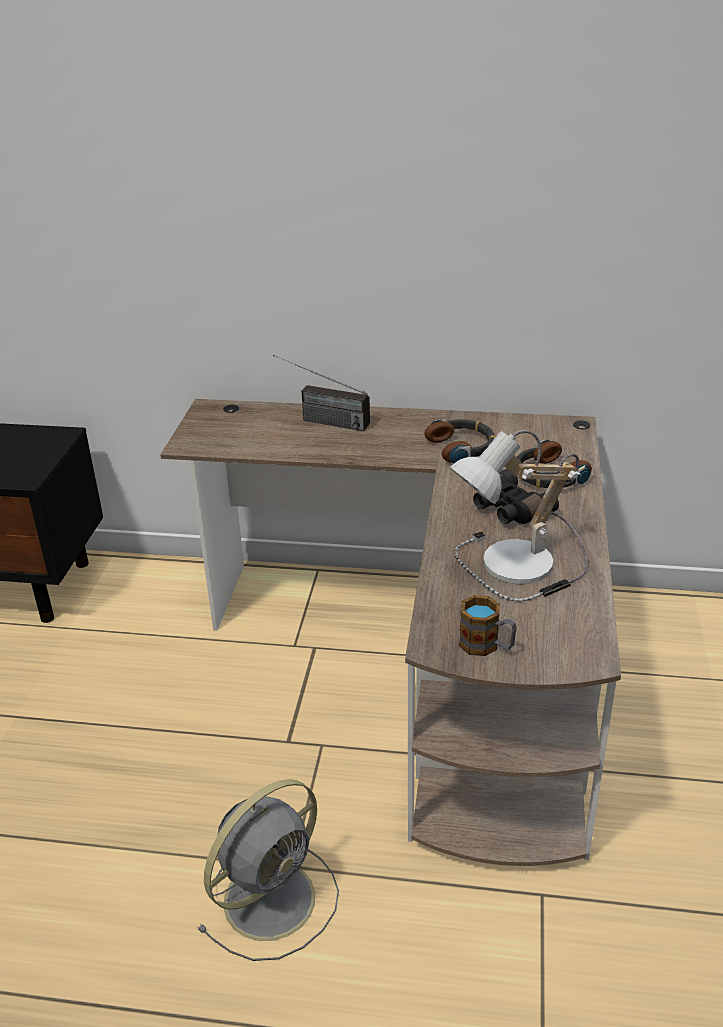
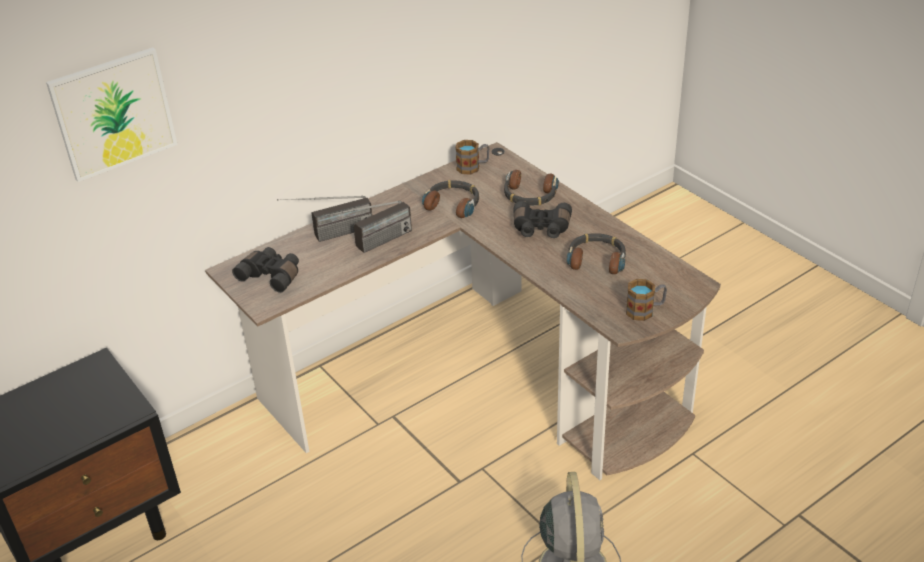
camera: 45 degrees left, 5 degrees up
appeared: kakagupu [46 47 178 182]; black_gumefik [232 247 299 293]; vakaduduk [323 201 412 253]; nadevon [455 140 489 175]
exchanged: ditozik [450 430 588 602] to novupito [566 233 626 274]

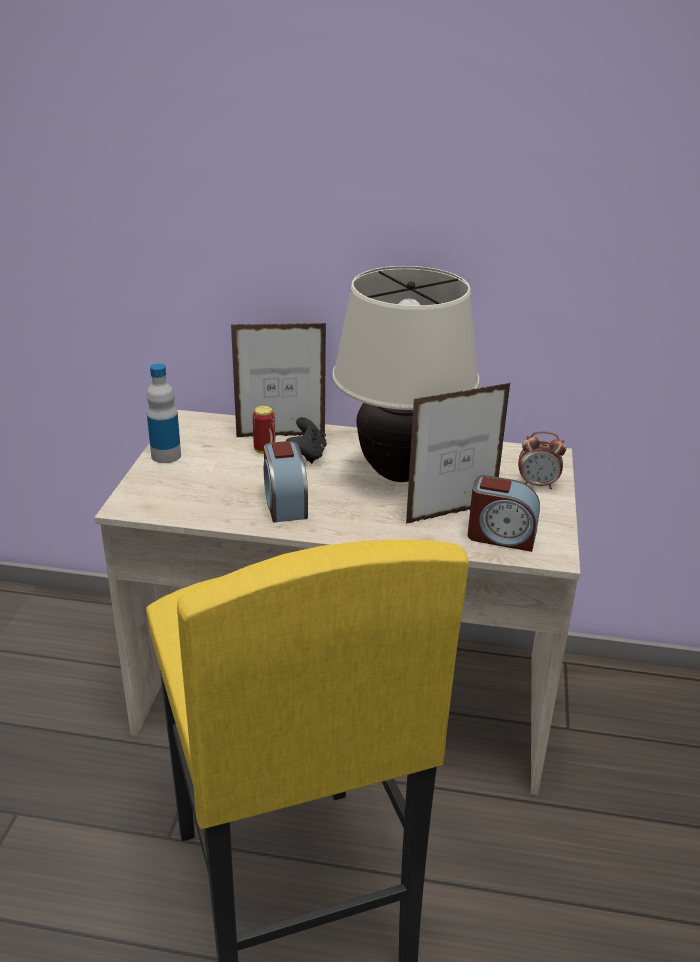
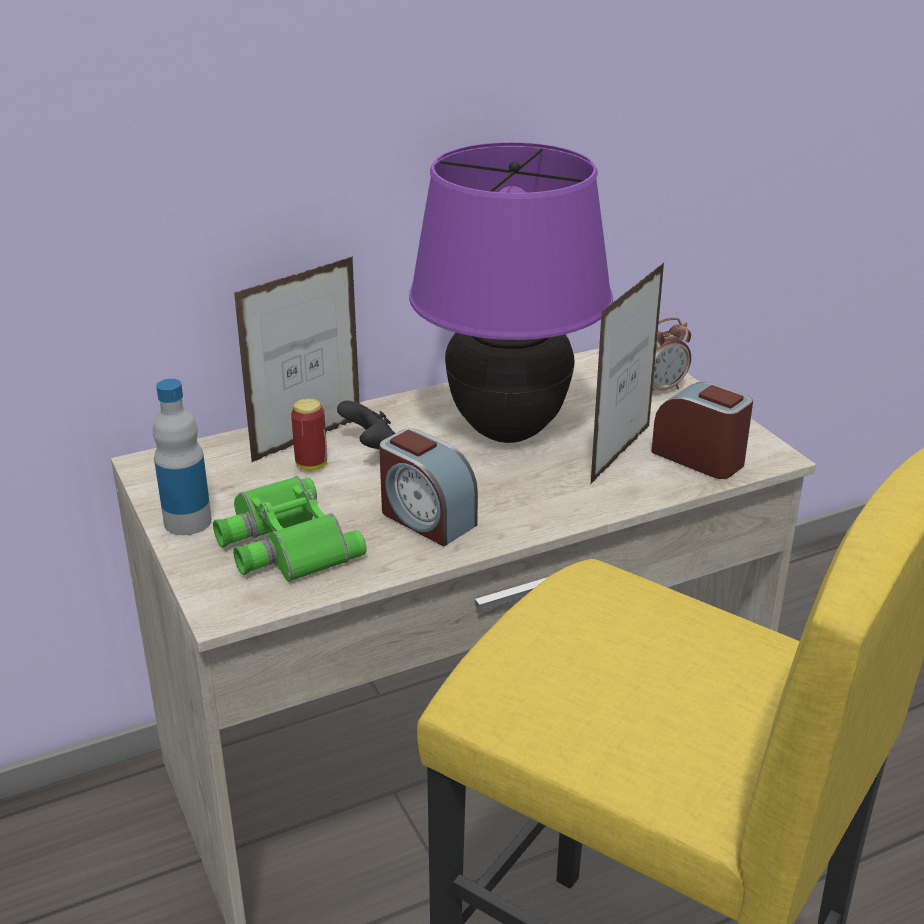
camera: 35 degrees left, 0 degrees up
appeared: green_gumefik [213 476 366 582]
colour: beige_ditozik [332 266 479 482] to purple_ditozik [409 142 613 443]
spun: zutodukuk [468 475 540 552] = [651 382 753 479] 120 degrees counterclockwise

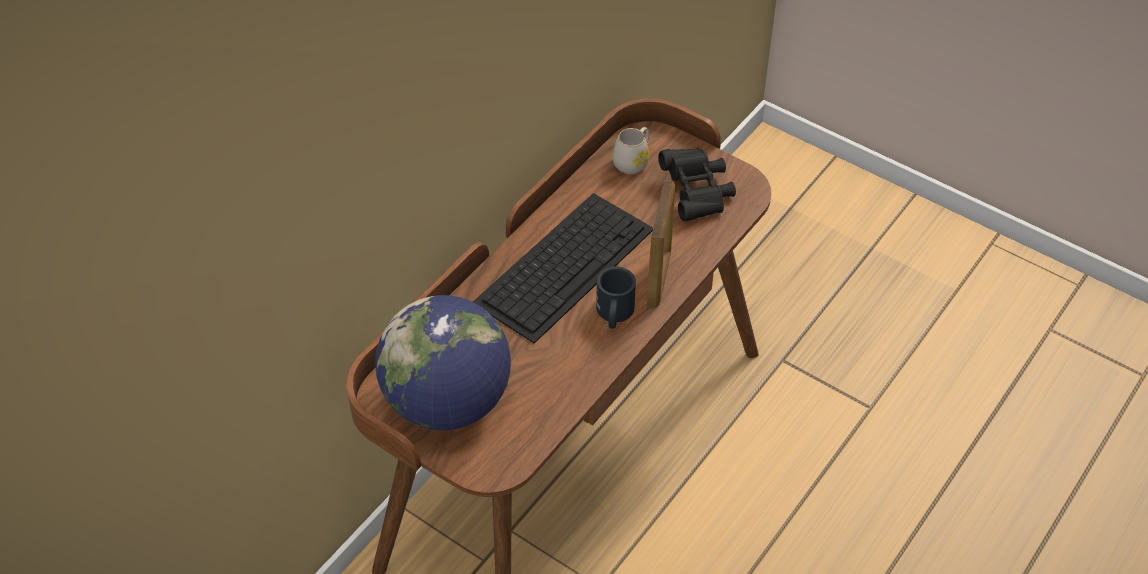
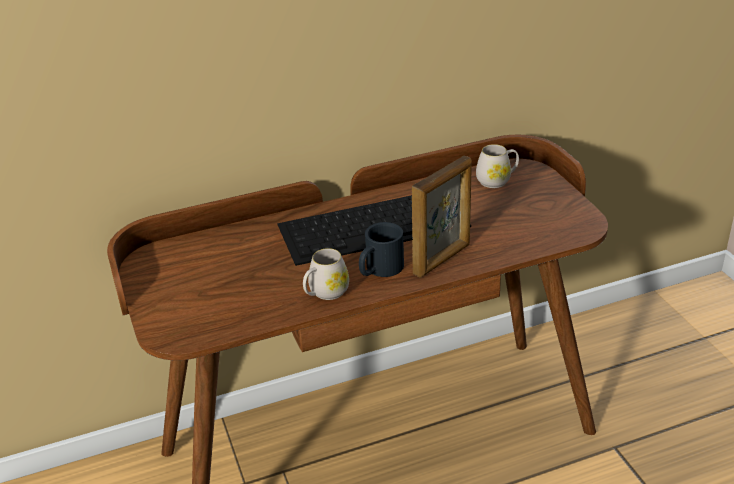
camera: 35 degrees right, 15 degrees down
missing: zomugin [375 295 511 430]; black_gumefik [658 148 736 221]
appeared: white_nadevon [303 248 349 300]

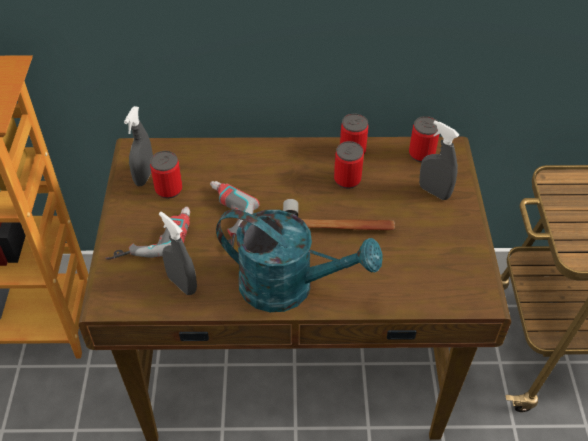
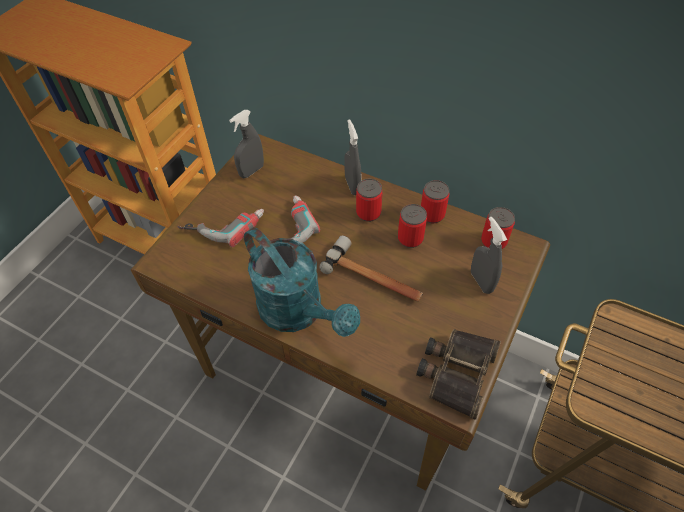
camera: 30 degrees right, 5 degrees up
appeared: gumefik [416 329 501 420]
relocated: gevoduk [150 151 183 199] to [356 179 383 222]; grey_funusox [159 212 197 295] to [344 119 361 195]

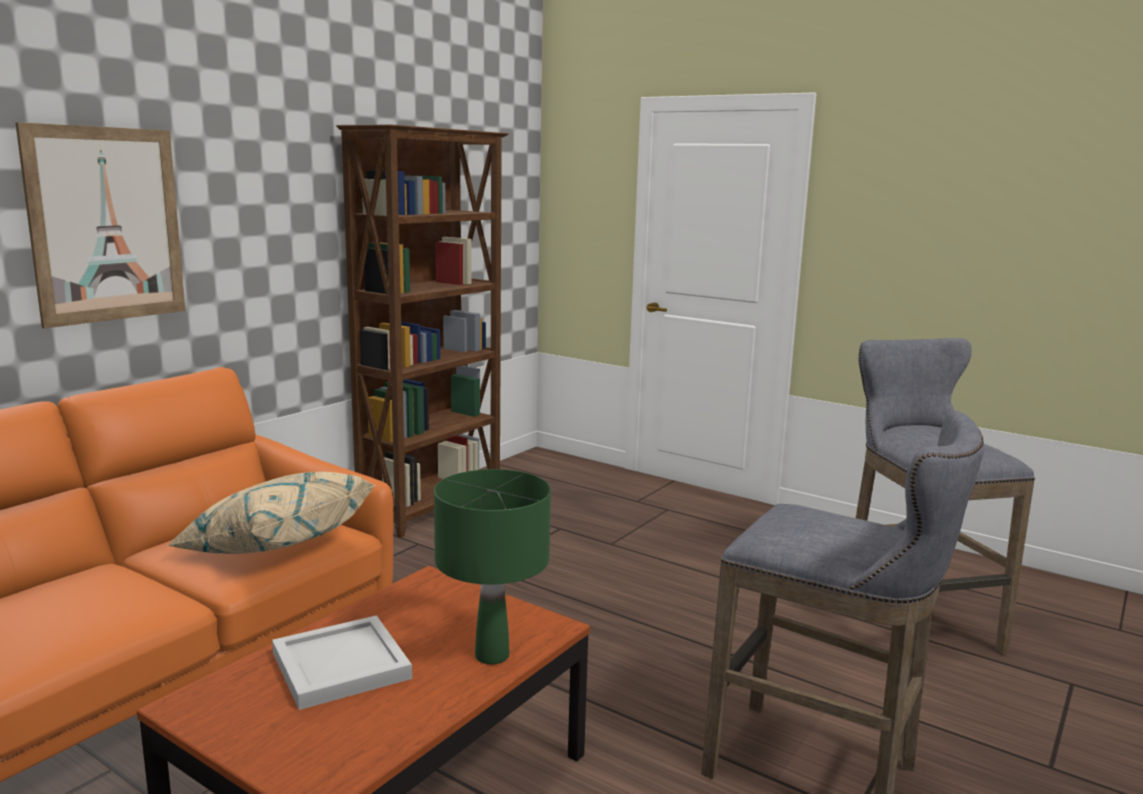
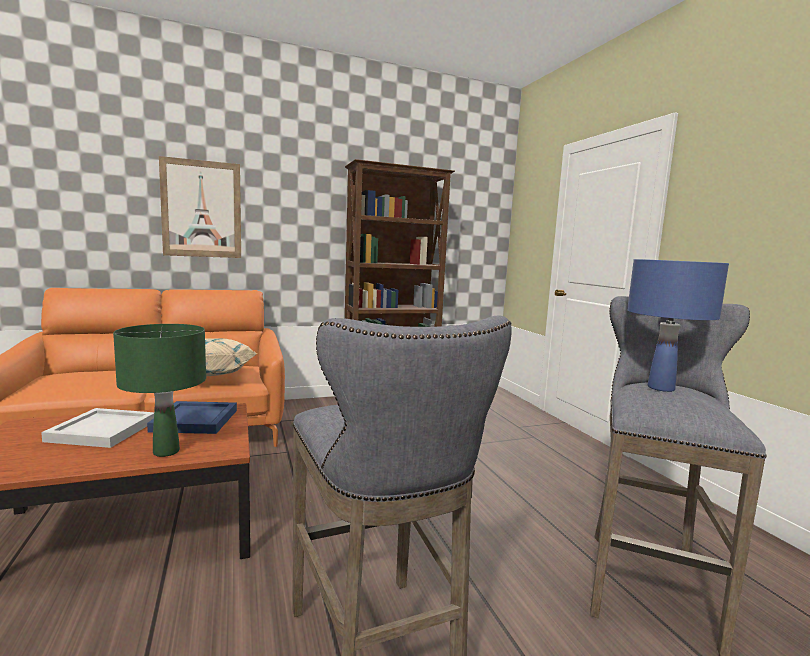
camera: 35 degrees right, 5 degrees down
appeared: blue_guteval [147 401 237 434]; blue_ditozik [627 259 729 392]

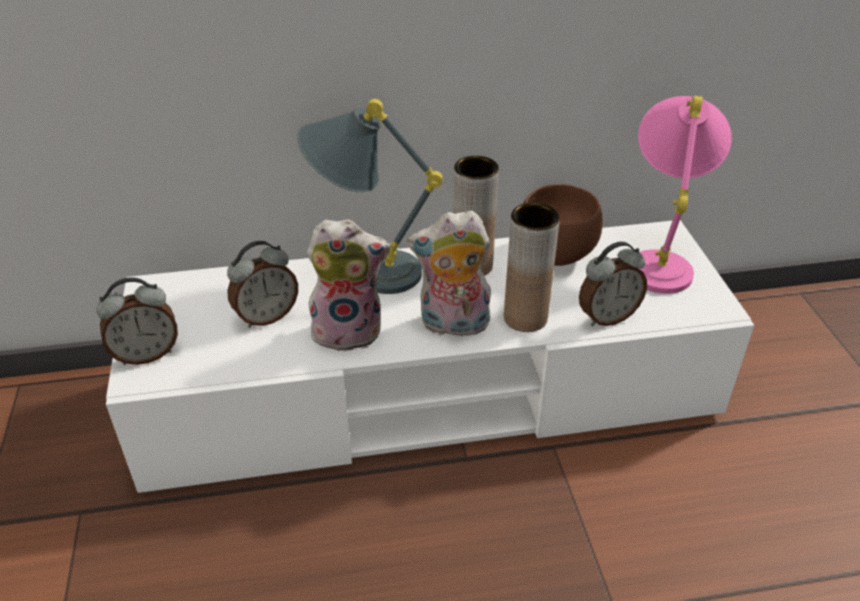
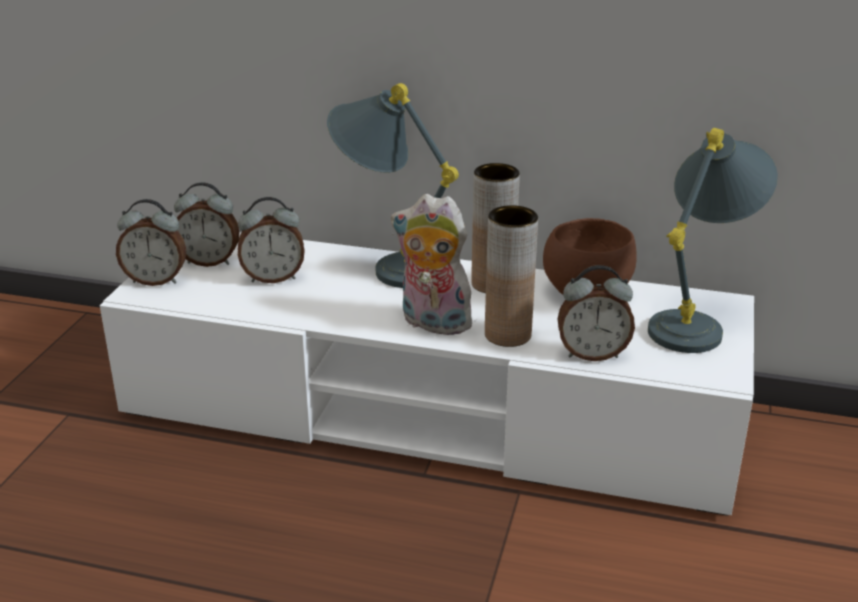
camera: 25 degrees right, 10 degrees down
missing: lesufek [307 219 391 352]
appeared: zutodukuk [174 182 240 267]
colour: pink_ditozik [638 96 732 294] to grey_ditozik [648 128 778 353]

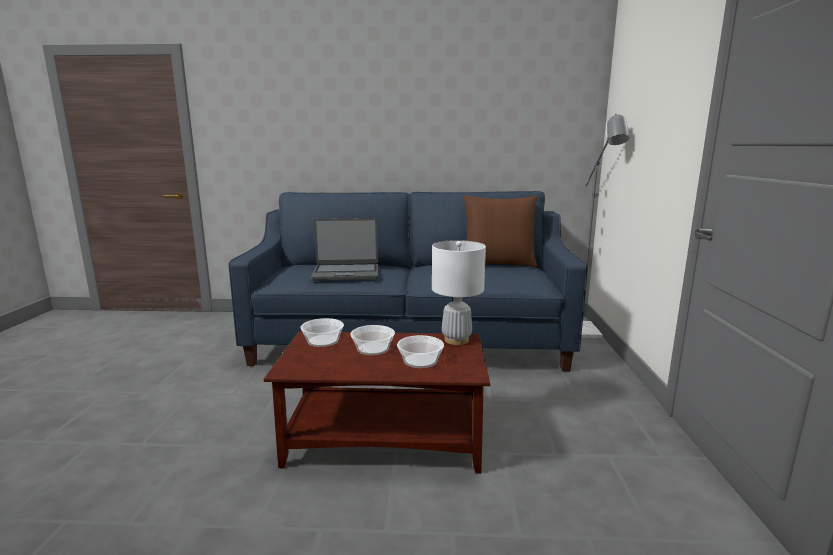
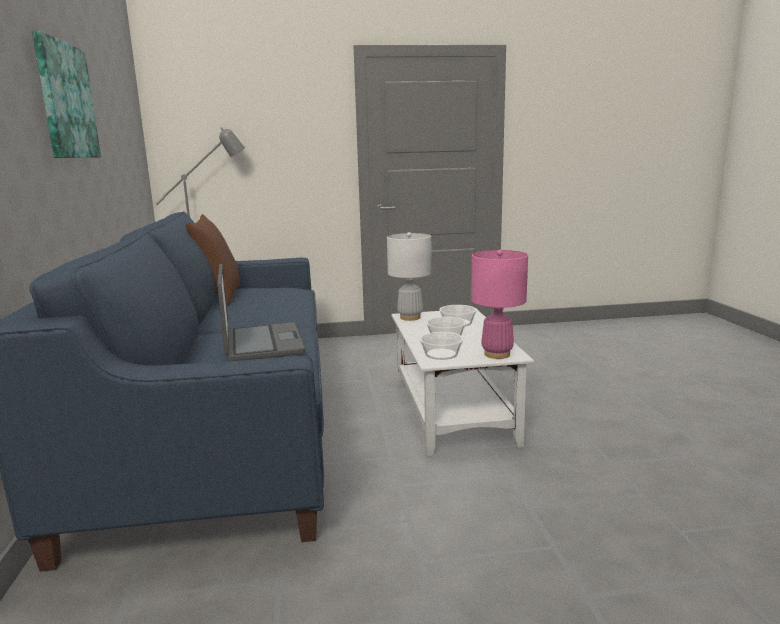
camera: 100 degrees left, 0 degrees up
appeared: kakagupu [32 31 101 158]; pink_ditozik [471 250 528 359]
colour: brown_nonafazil [264 331 490 474] to white_nonafazil [391 310 534 457]

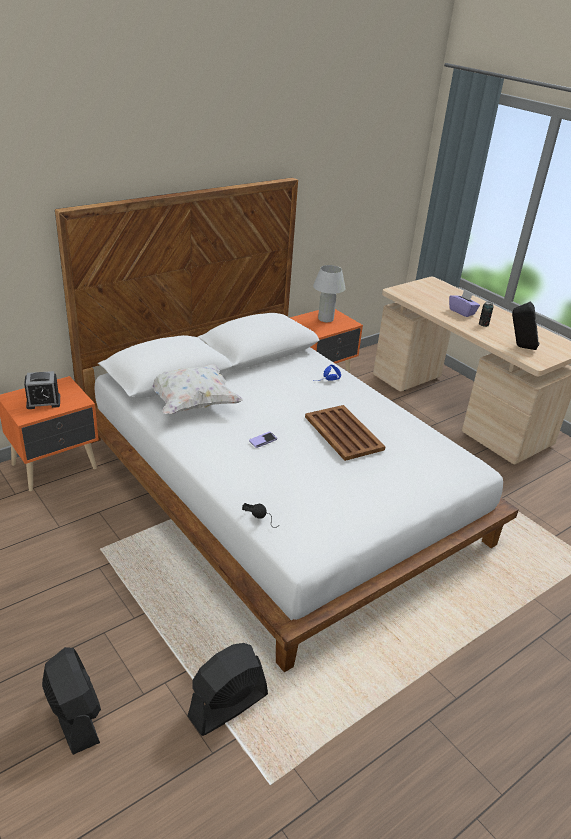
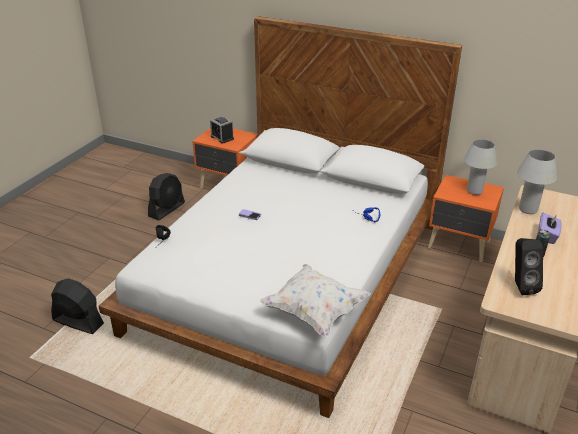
camera: 65 degrees right, 0 degrees up
missing: brown_guteval [305 405 386 461]
appeared: white_ditozik [517 149 557 214]
relocated: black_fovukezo [42 647 101 755] to [148 173 185 221]; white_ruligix [152 364 243 414] to [260 264 371 338]

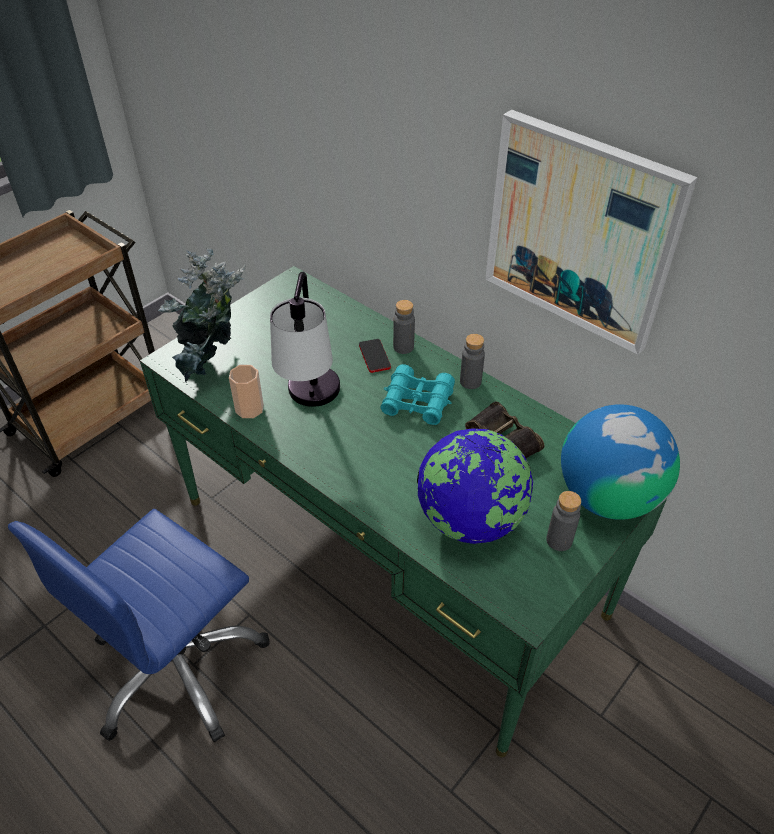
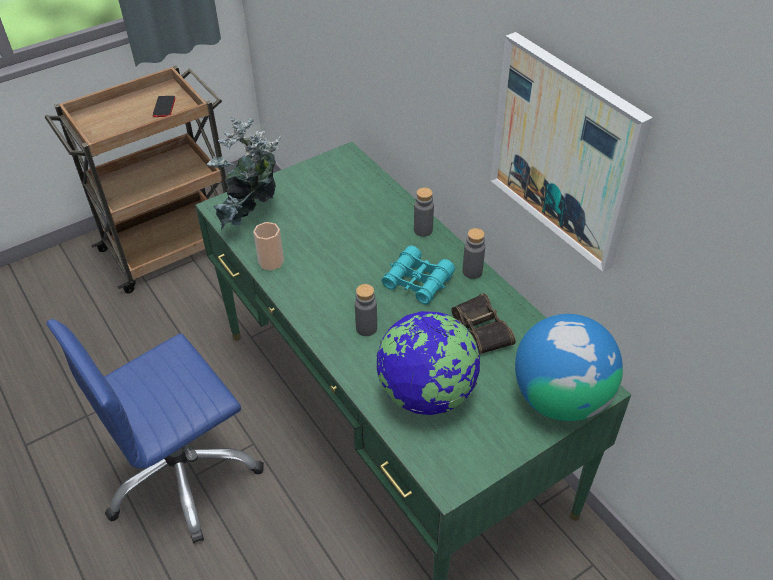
camera: 15 degrees right, 0 degrees up
missing: ditozik [270 272 340 407]
relocated: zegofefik [359 339 391 373] to [153 96 175 117]; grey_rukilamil [546 491 581 551] to [355 284 377 336]

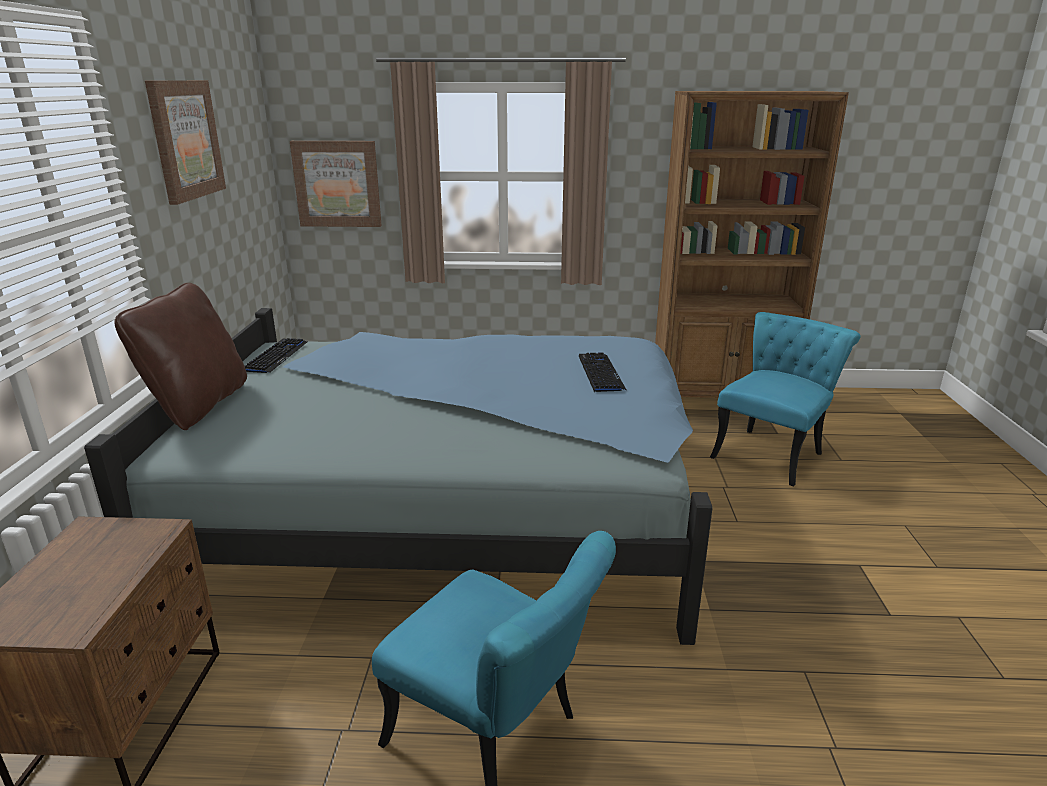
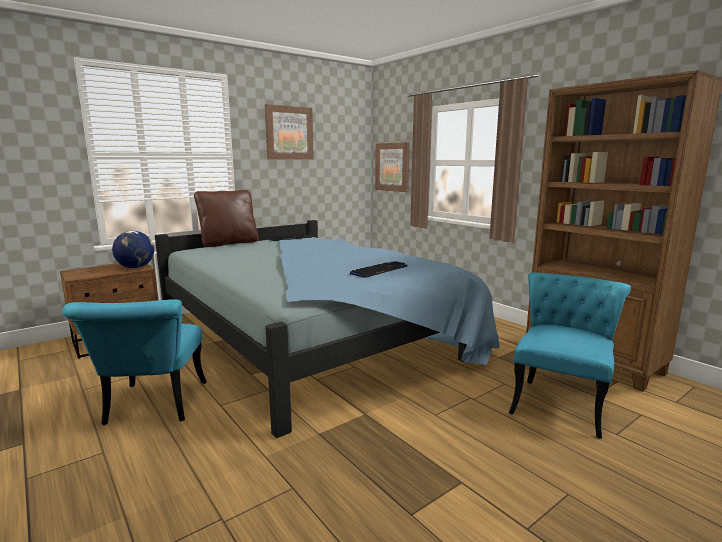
camera: 50 degrees right, 10 degrees down
appeared: zomugin [112 231 154 268]
spun: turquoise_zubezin [710 312 861 487] = [509 272 631 439] 60 degrees counterclockwise

